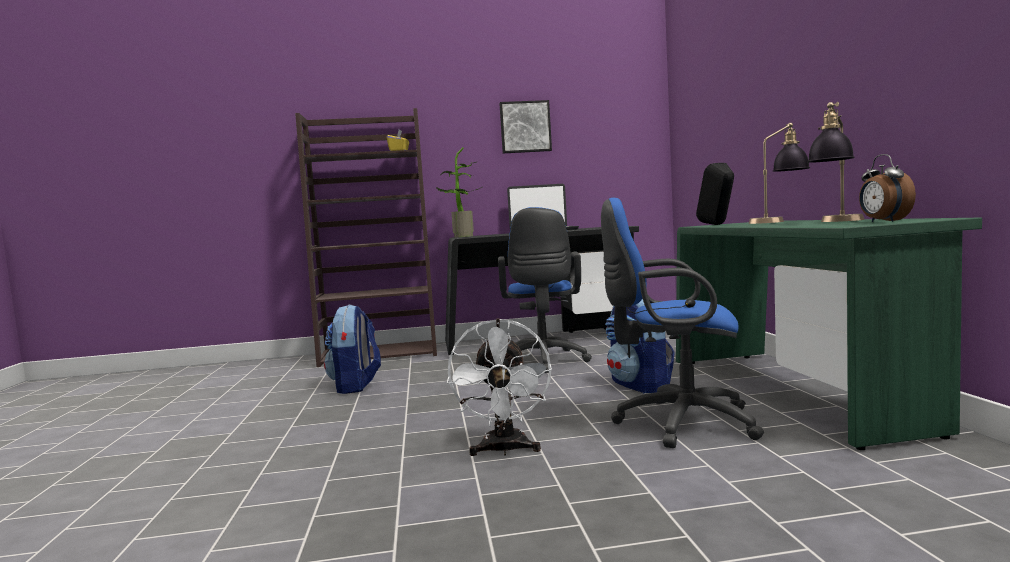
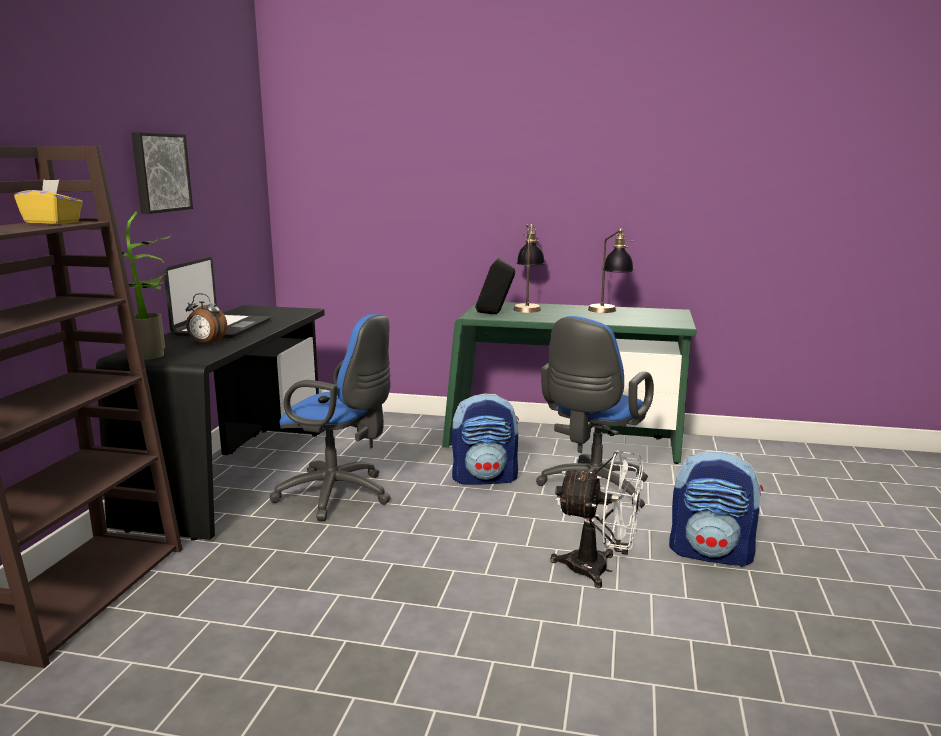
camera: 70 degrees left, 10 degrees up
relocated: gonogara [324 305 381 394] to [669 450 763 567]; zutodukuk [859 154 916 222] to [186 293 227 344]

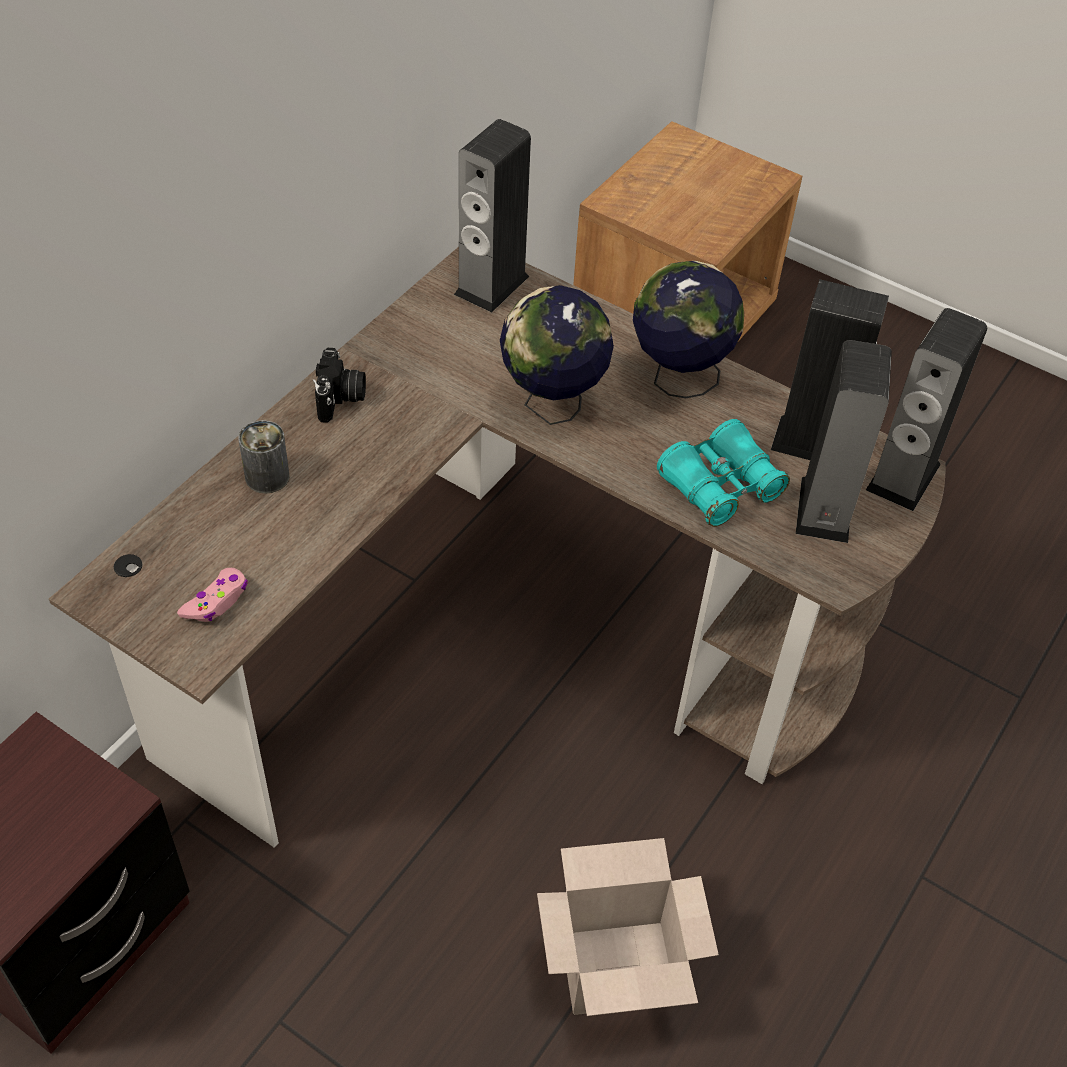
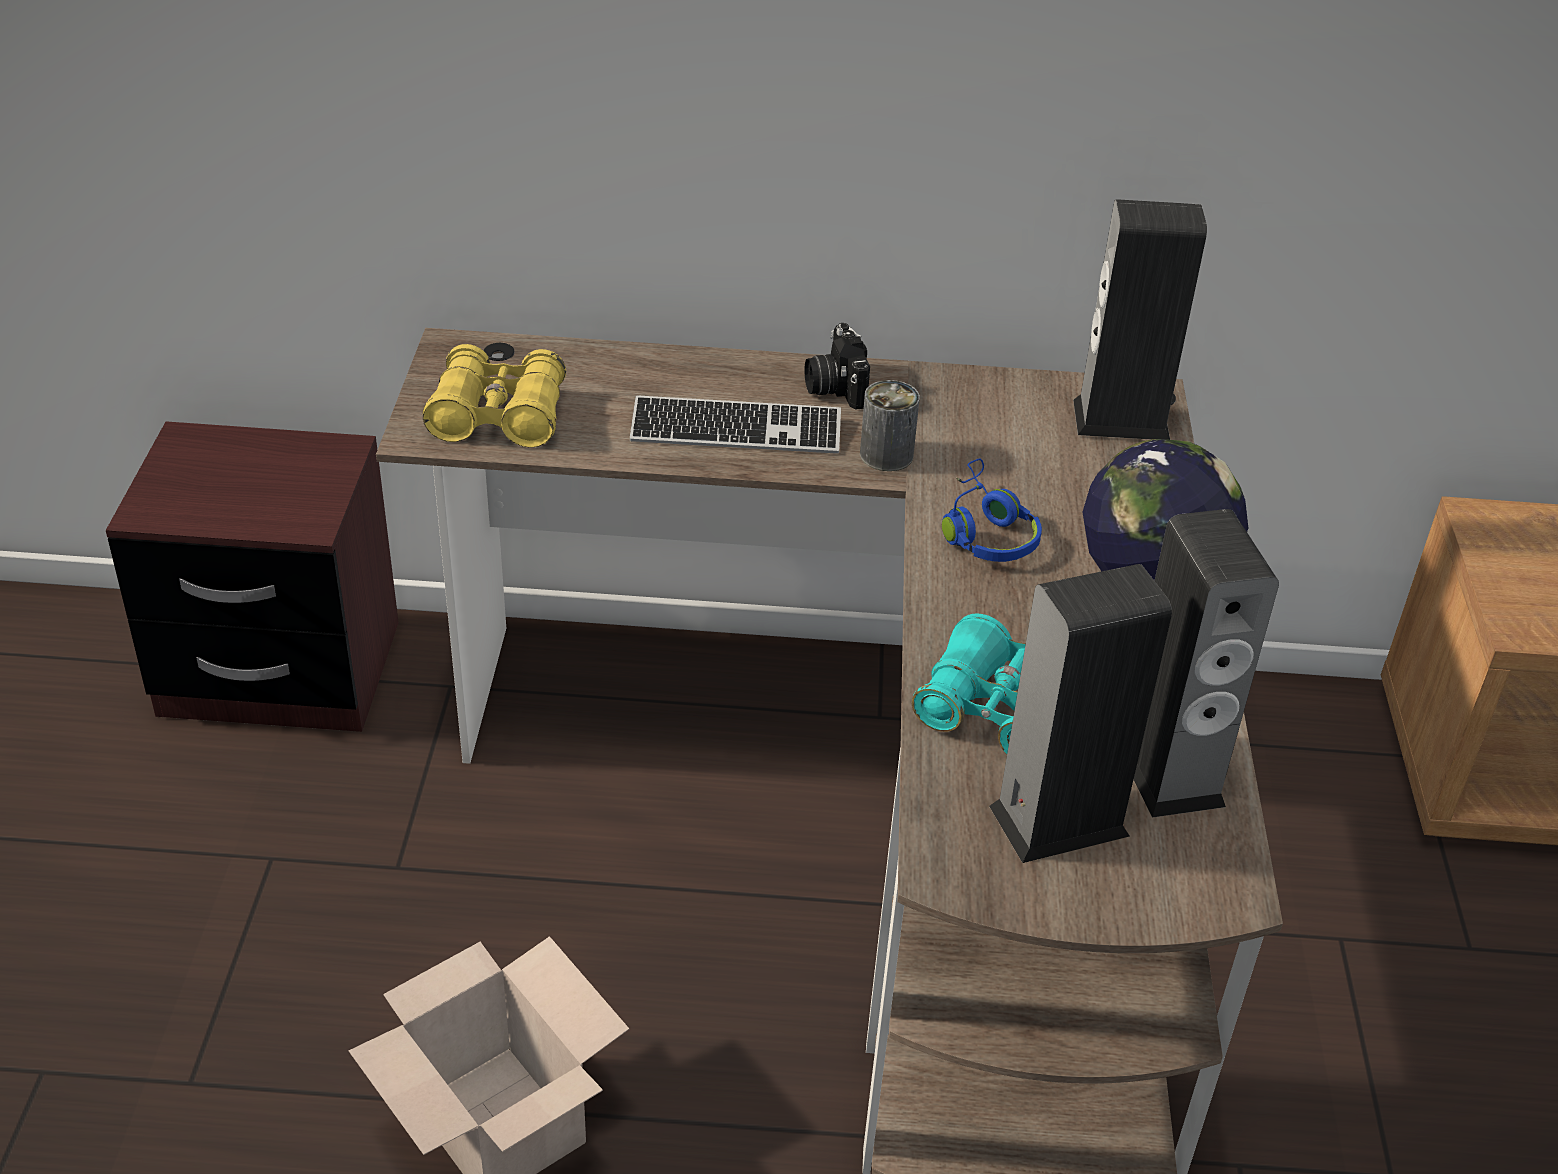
camera: 60 degrees right, 10 degrees down
missing: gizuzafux [866 308 987 511]
appeared: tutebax [630 395 841 454]
relocated: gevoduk [238 420 290 494] to [860 380 920 471]
exchanged: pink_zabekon [177 568 248 622] to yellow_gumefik [423 344 566 447]; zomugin [500 285 614 425] to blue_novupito [942 459 1042 562]
spun: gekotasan [313 348 366 423] = [804 323 870 410] 105 degrees clockwise

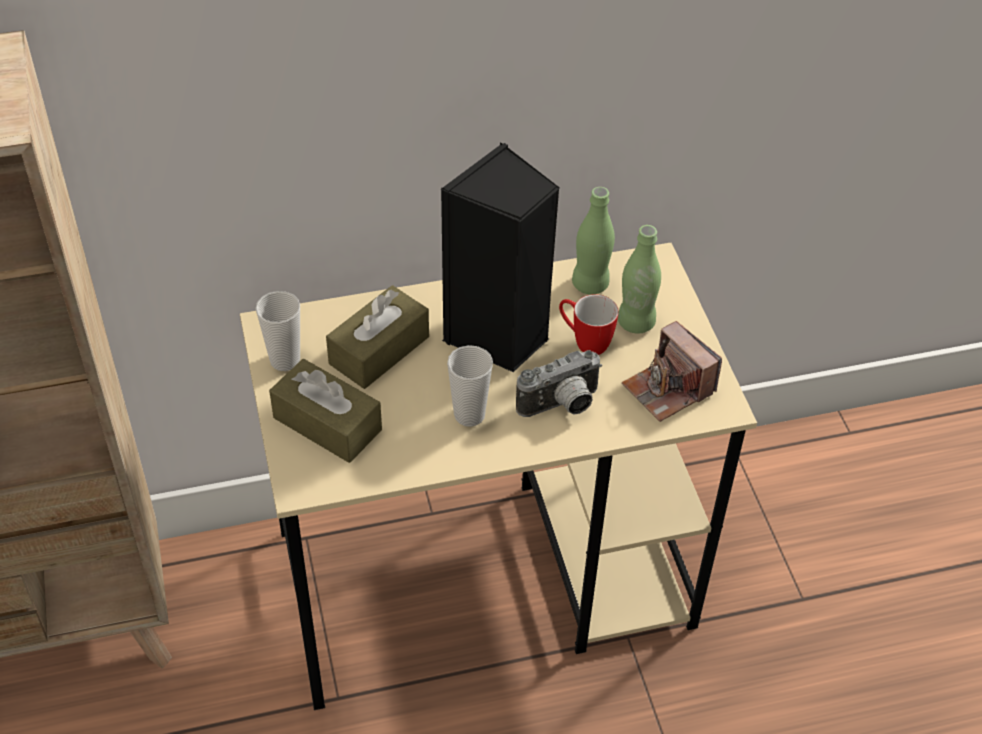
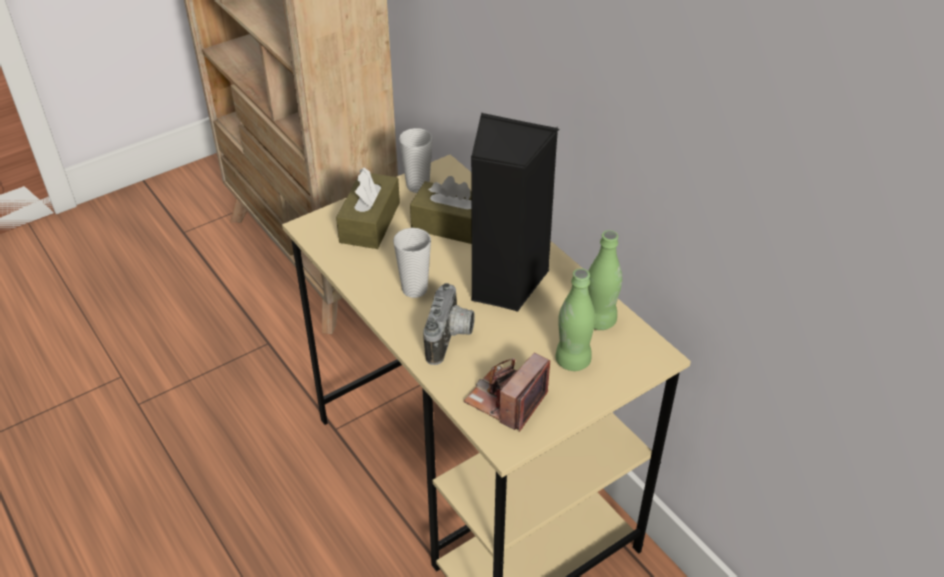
camera: 70 degrees right, 5 degrees down
missing: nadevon [559 294 619 355]
spun: gekotasan [516 350 602 417] = [423 283 475 365] 120 degrees counterclockwise

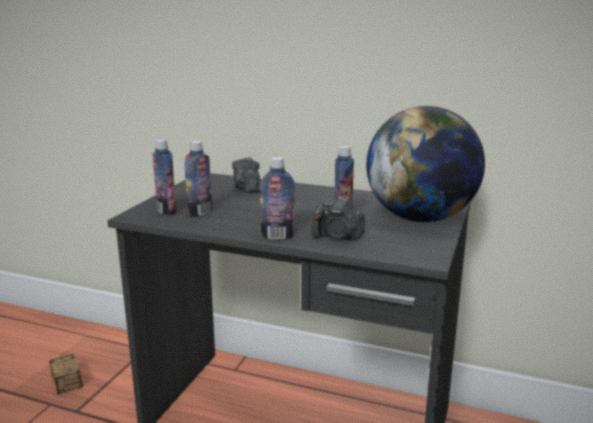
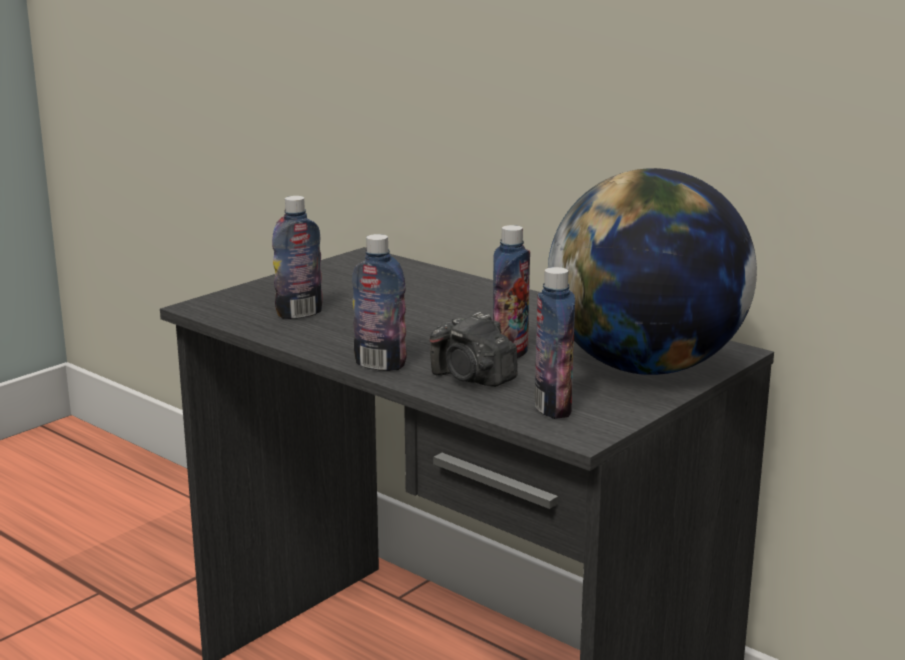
camera: 20 degrees right, 0 degrees up
missing: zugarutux [49 354 84 394]; gekotasan [232 157 260 193]
relocated: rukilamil [152 139 176 215] to [534 267 575 419]

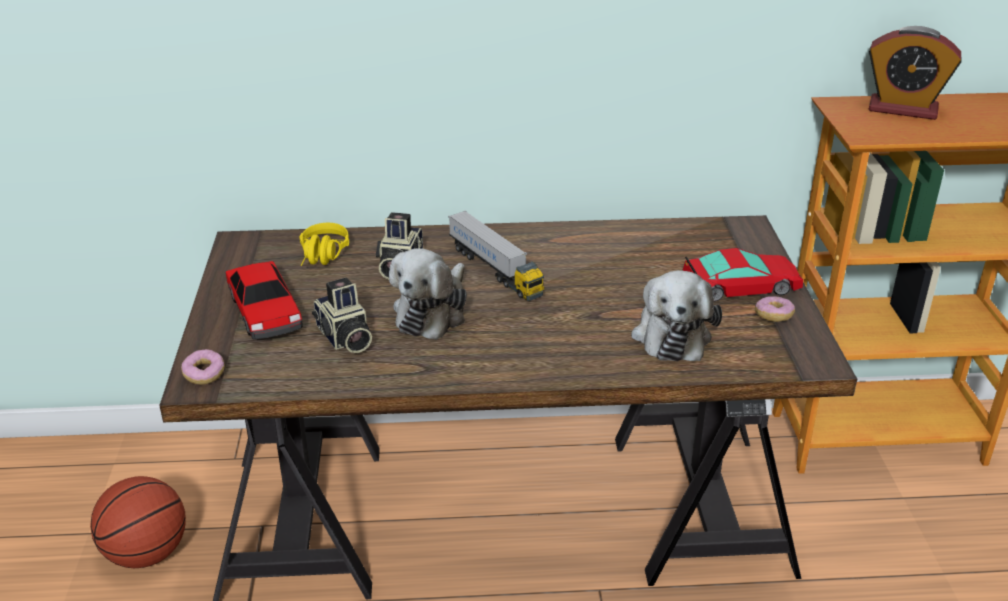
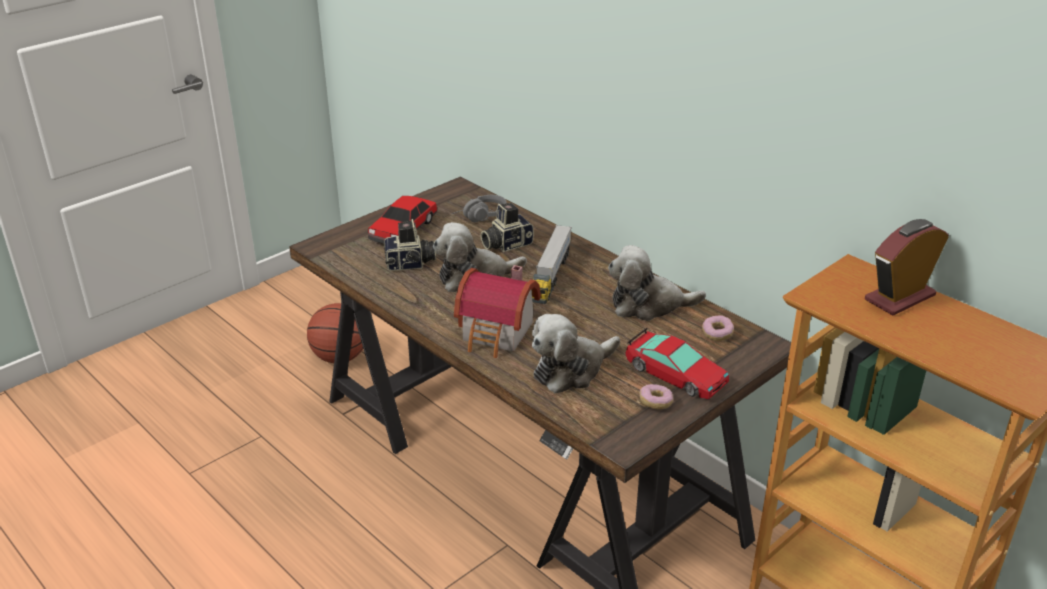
camera: 50 degrees right, 0 degrees up
appeared: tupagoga [454 265 541 358]; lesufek [608 245 706 321]
relocated: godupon [181 349 225 385] to [702 315 734 341]
colour: yellow_novupito [300 223 349 266] to grey_novupito [452 195 507 222]
spun: gekotasan [312 278 372 353] = [384 219 436 271] 120 degrees counterclockwise; zutodukuk [869 26 962 120] = [865 219 949 315] 75 degrees clockwise

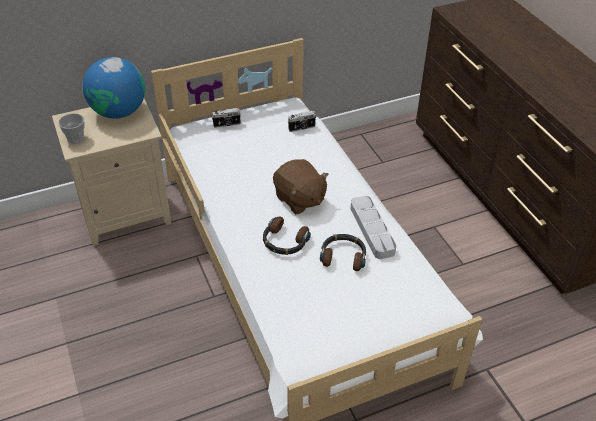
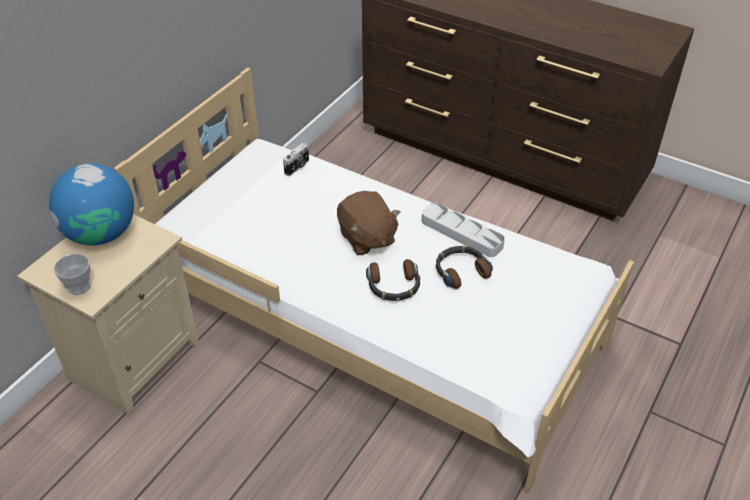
camera: 35 degrees left, 0 degrees up
missing: gekotasan [212 108 241 128]
spun: brown_lesufek [273 159 329 214] = [337 191 400 255] 45 degrees clockwise

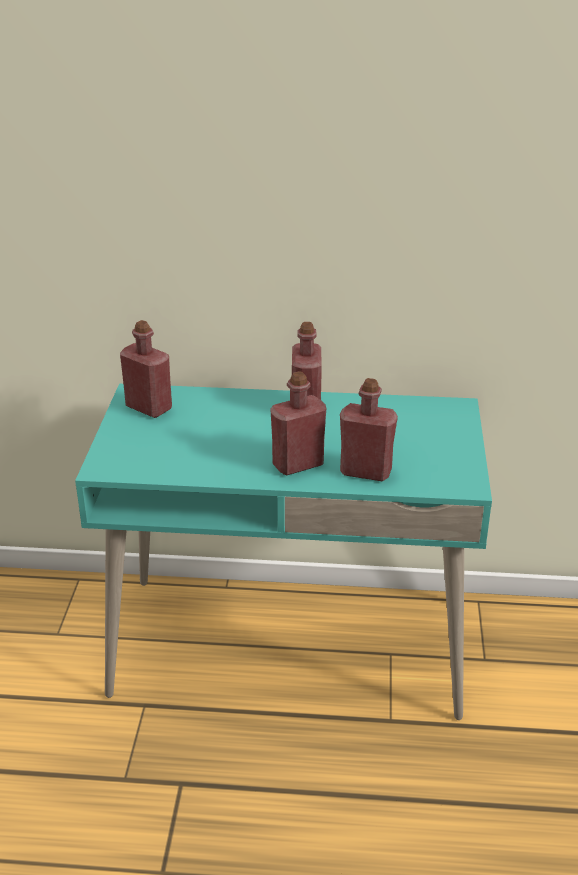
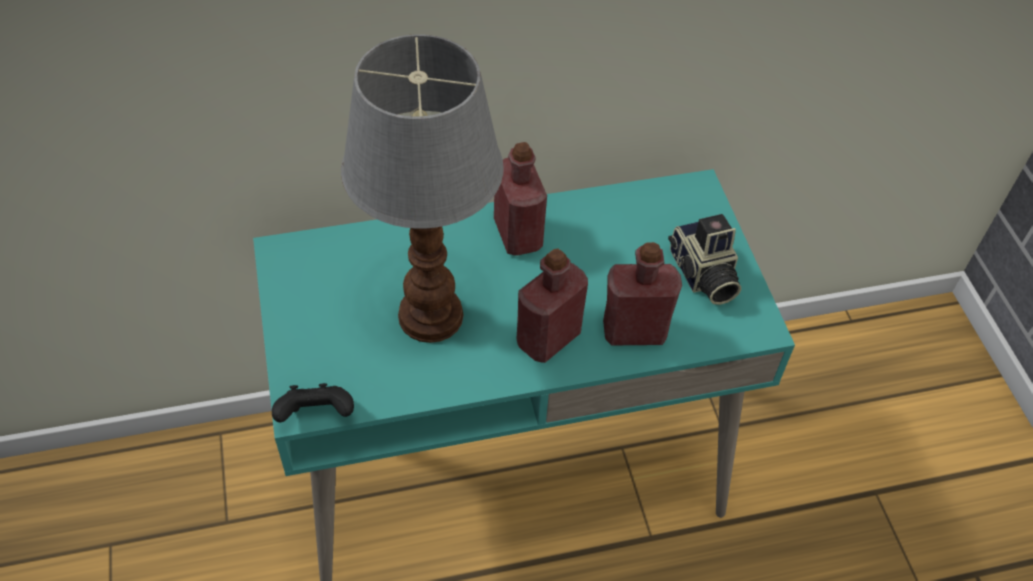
camera: 20 degrees left, 20 degrees up
missing: red_rukilamil [120 320 172 418]
appeared: black_zabekon [272 383 354 423]; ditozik [341 34 504 343]; gekotasan [668 214 741 305]

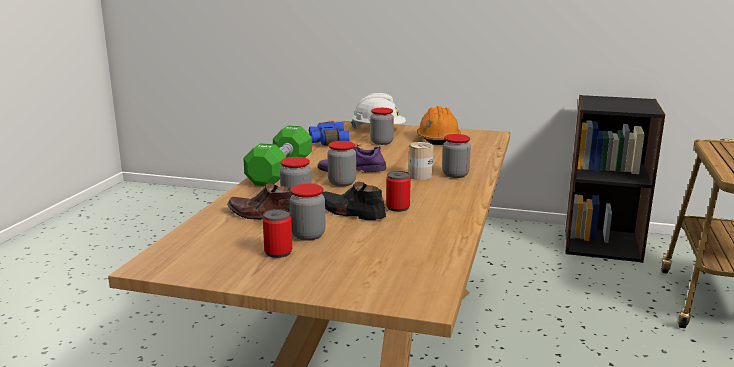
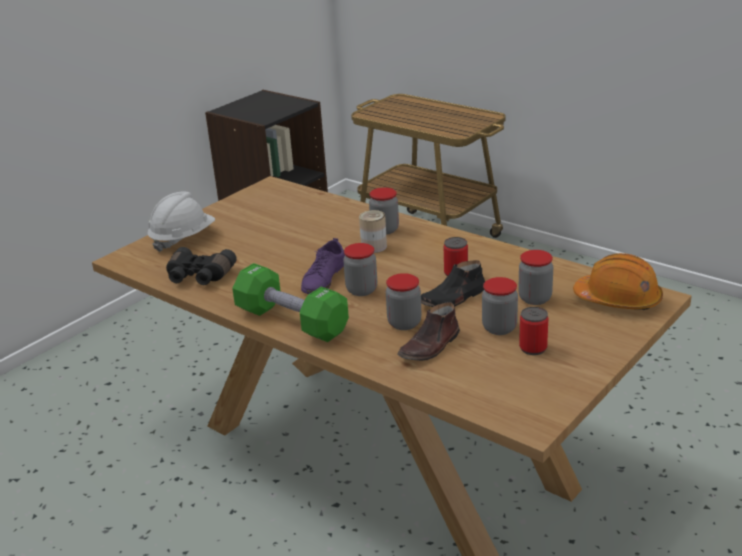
camera: 65 degrees left, 10 degrees up
relocated: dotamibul [370 108 394 145] to [518 250 553 305]; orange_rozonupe [417 106 461 145] to [573 253 663 311]
colour: blue_gumefik [309 121 349 146] to black_gumefik [166 247 237 285]

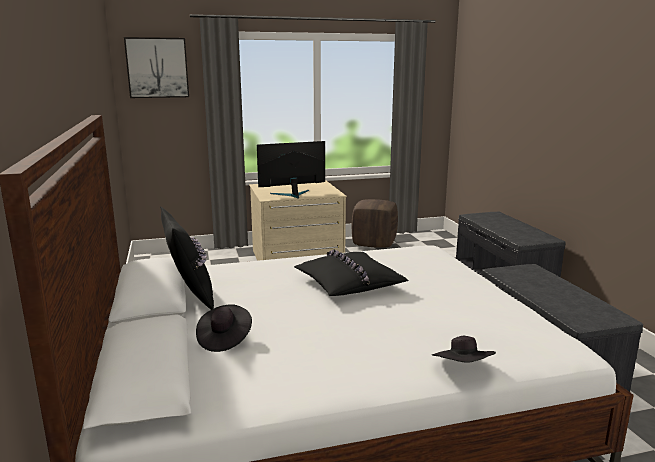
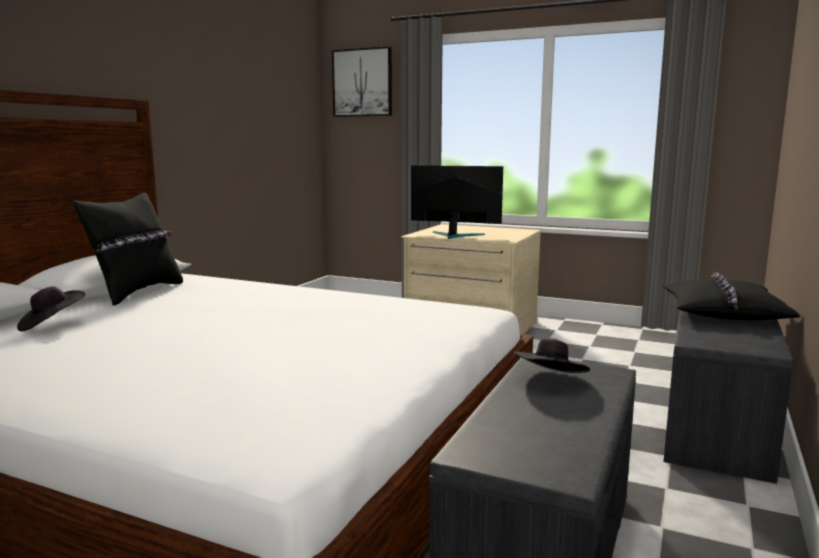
camera: 40 degrees right, 5 degrees down
missing: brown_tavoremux [352 199 398 248]
relocated: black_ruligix [294 249 409 296] to [662 272 801 320]; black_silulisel [432 336 496 363] to [512 338 590 373]

